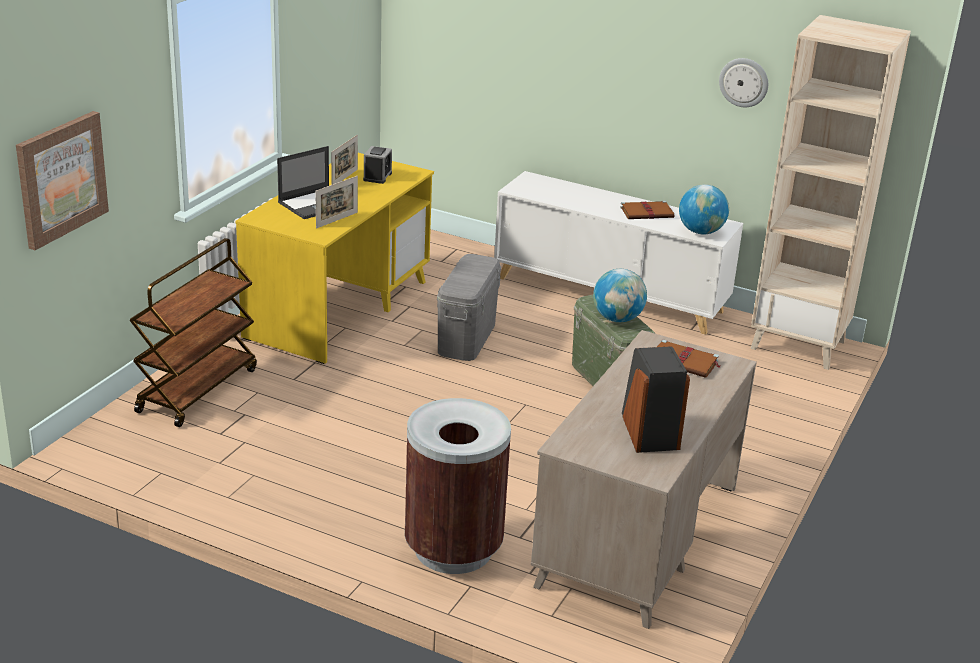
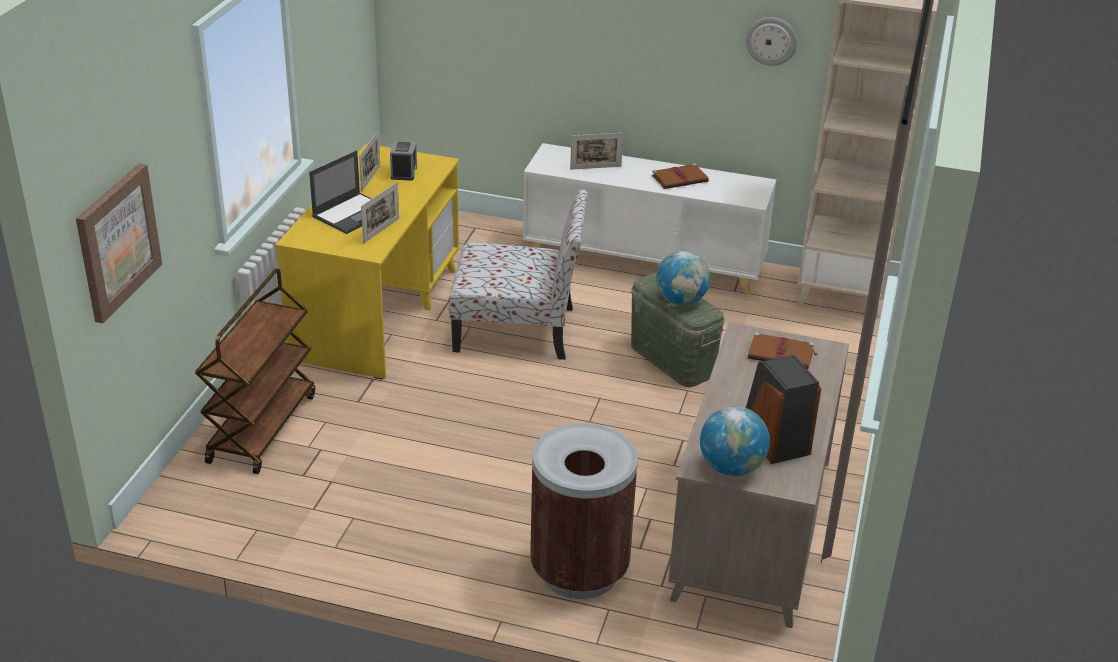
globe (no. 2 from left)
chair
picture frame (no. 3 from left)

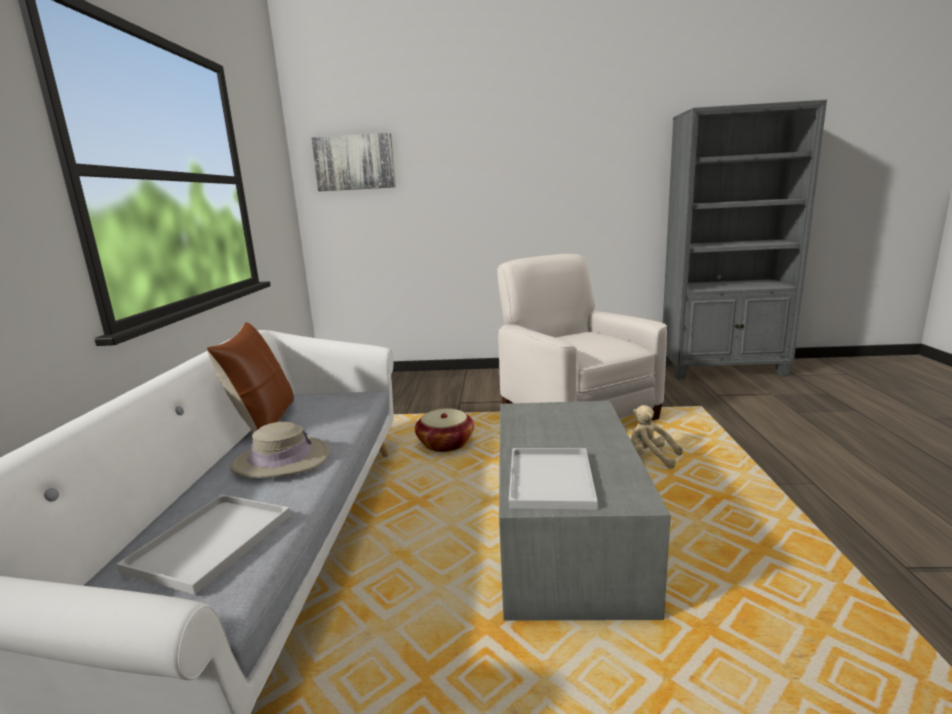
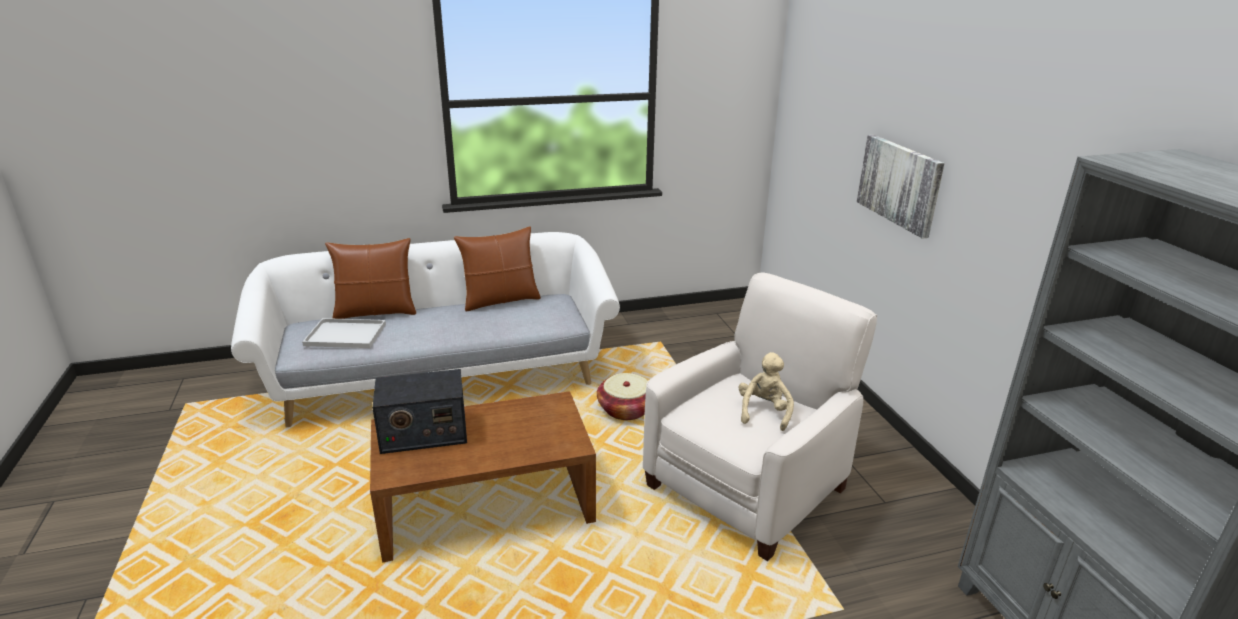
picture
coffee table in brown
plush toy in beige
hat in beige
radio
pillow in brown (no. 1 from left)

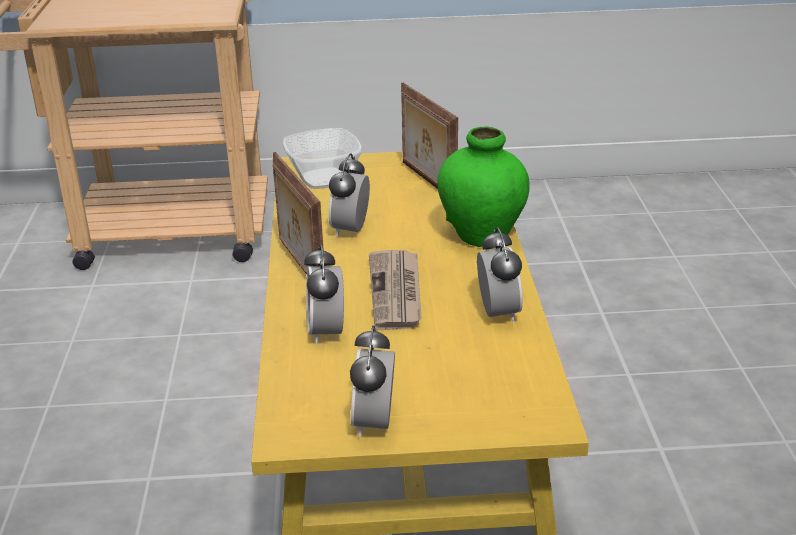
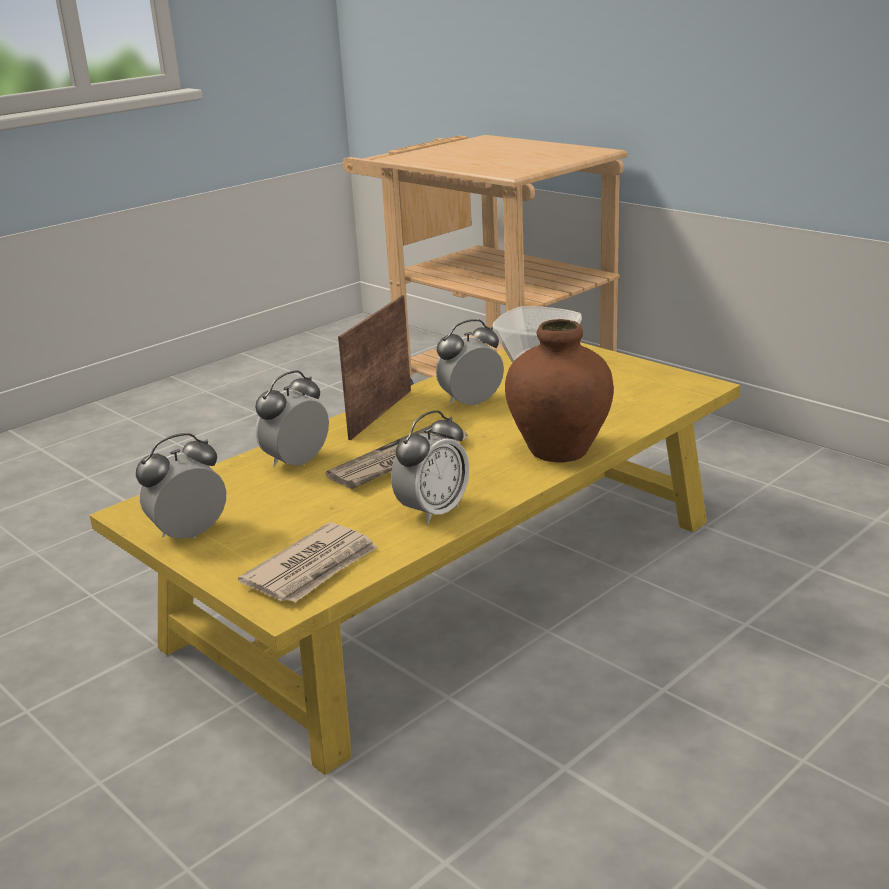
picture frame (no. 2 from left in the first image)
vase in brown
newspaper (no. 1 from left)

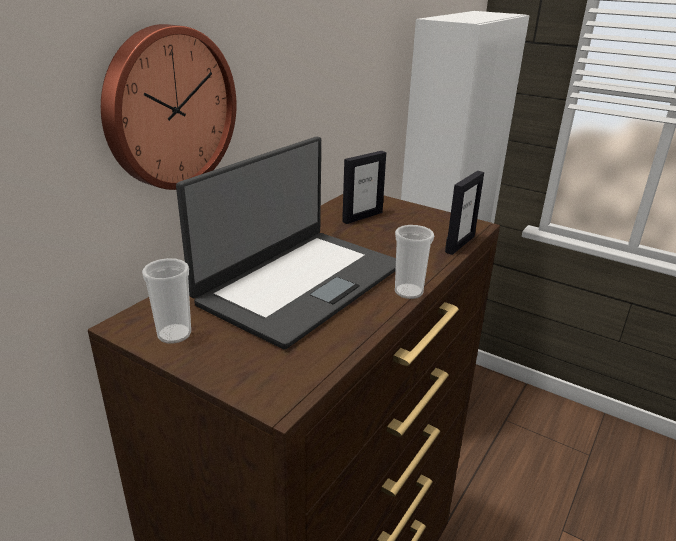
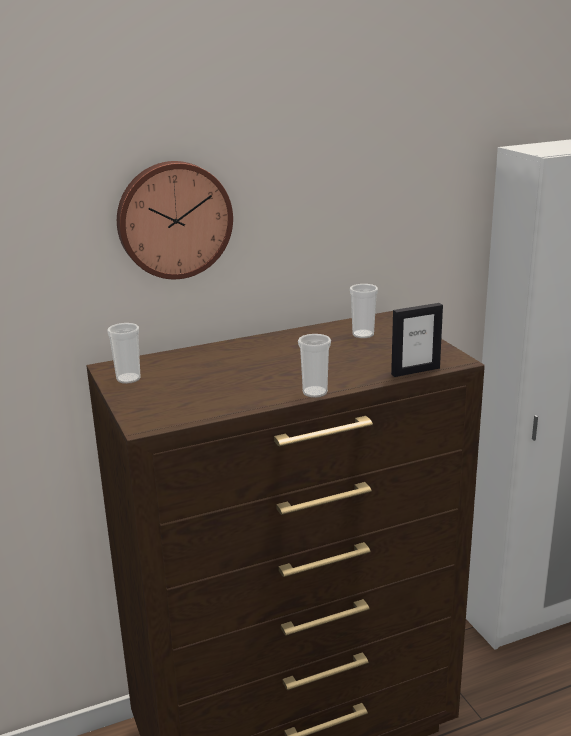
laptop
cup (no. 3 from left)

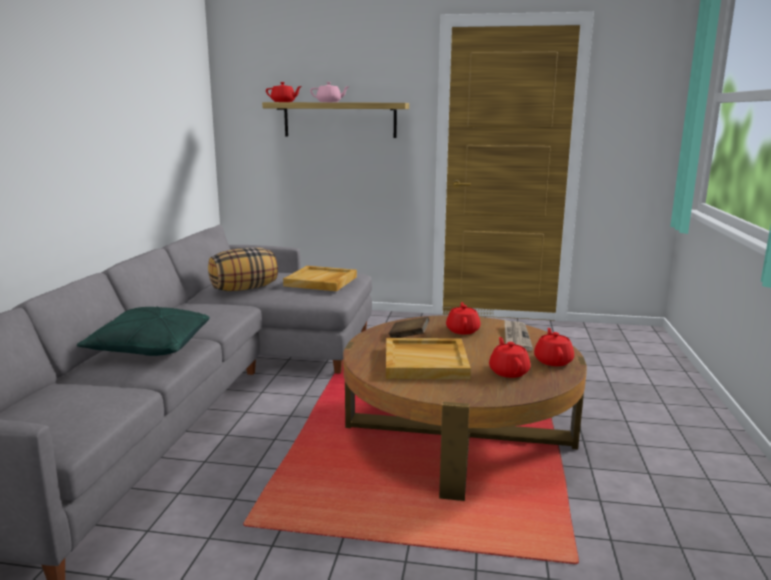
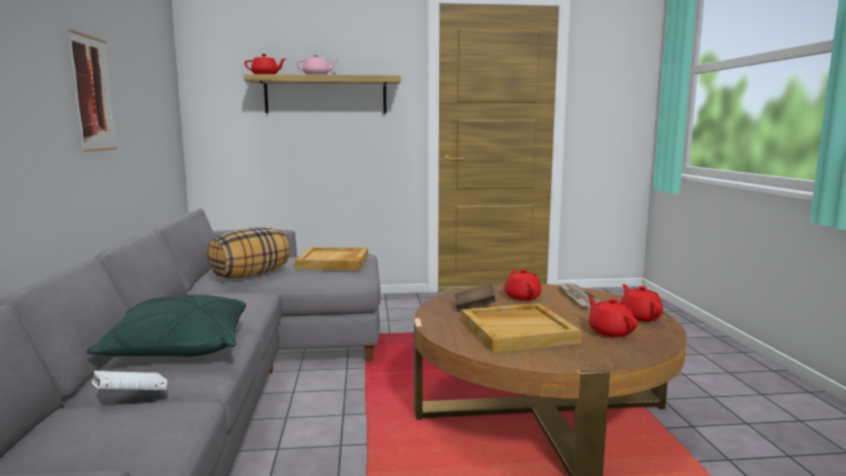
picture
book in white

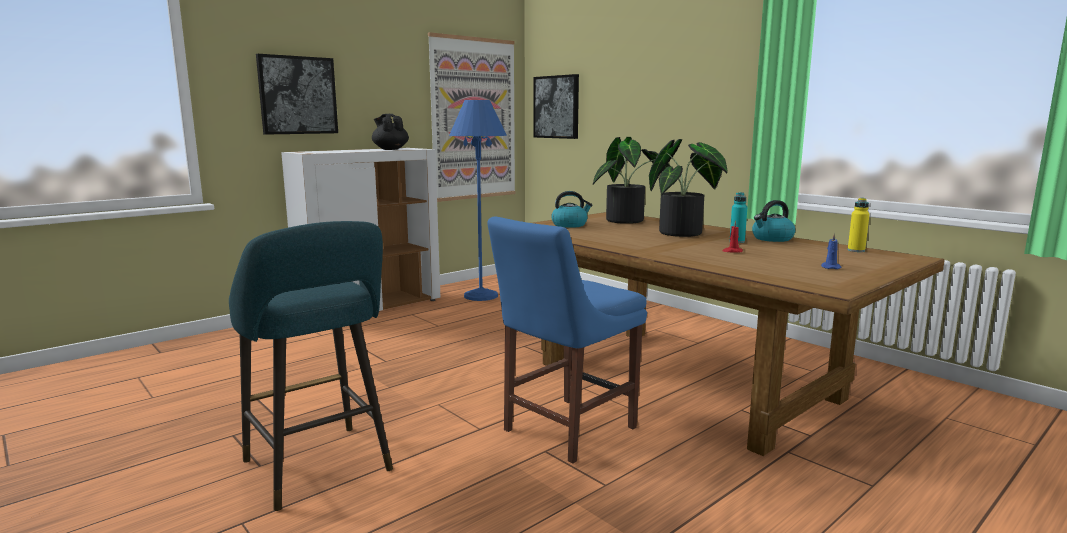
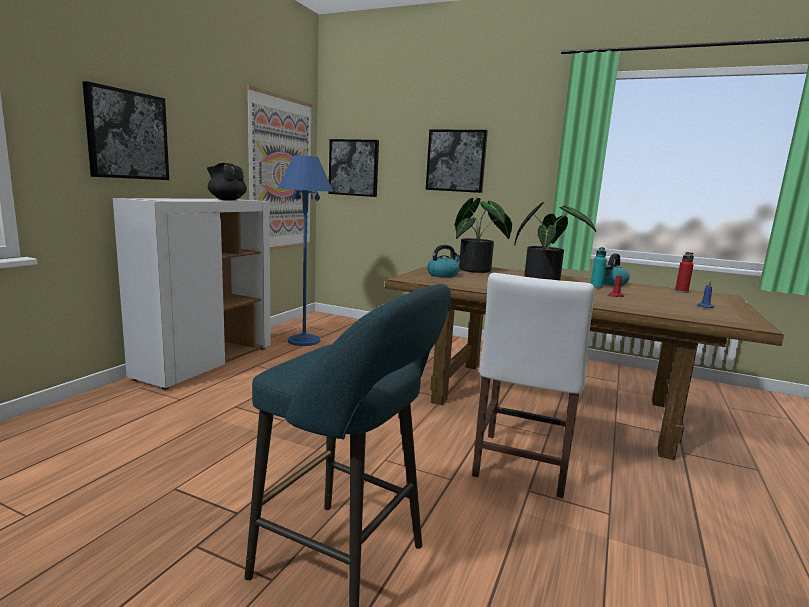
bottle in red
chair in white
picture (no. 4 from left)

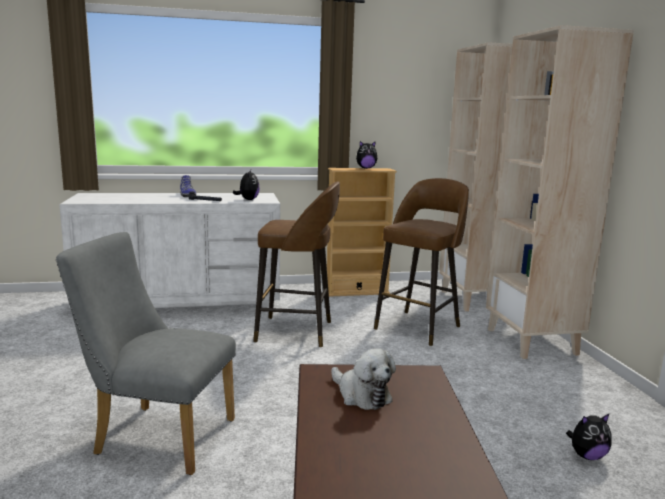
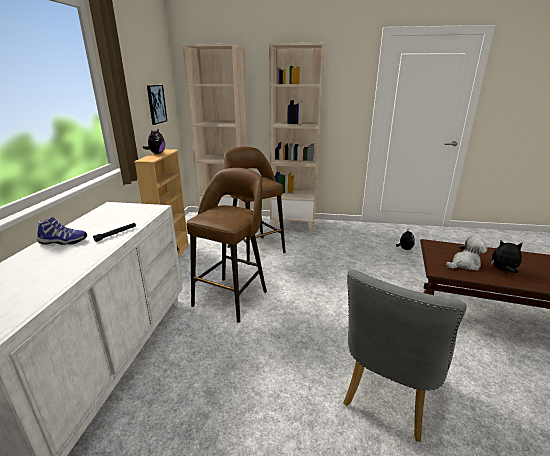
plush toy (no. 4 from left)
picture

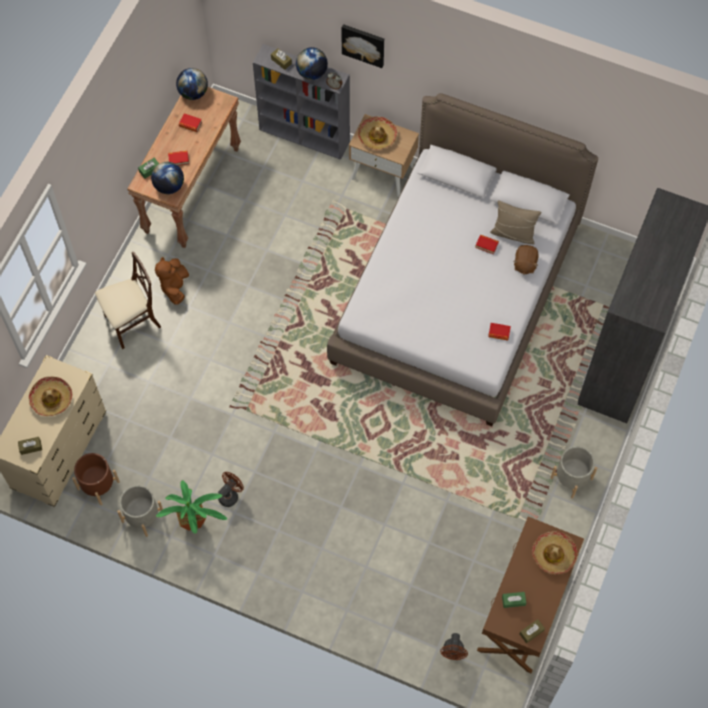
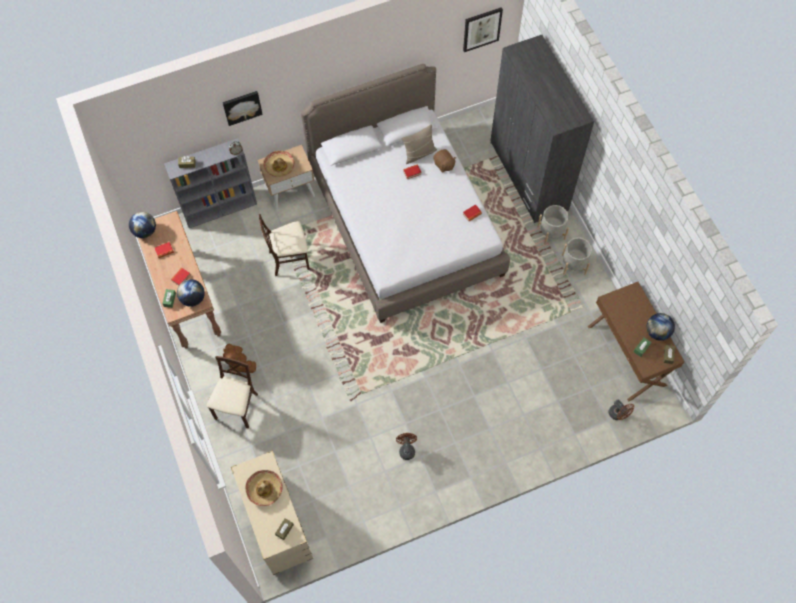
globe (no. 3 from left)
planter in brown
potted plant
planter in grey (no. 1 from left)
hat (no. 3 from left in the first image)
picture (no. 2 from left)
chair in beige (no. 2 from left)

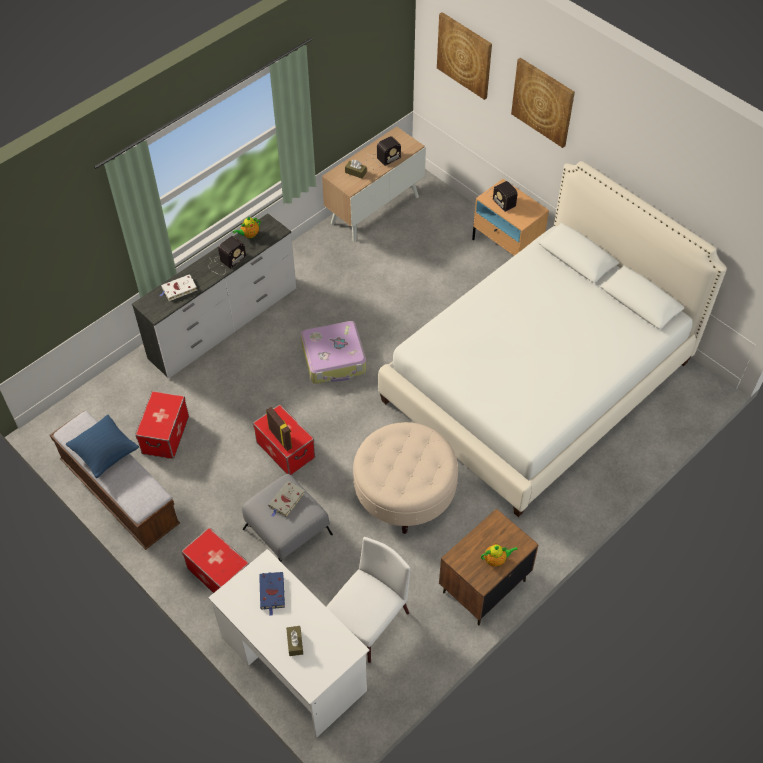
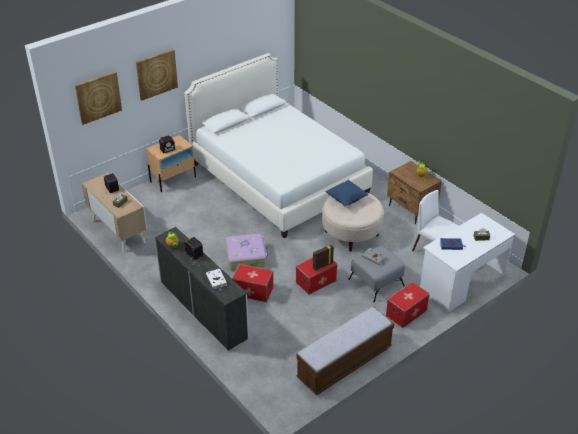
storage box (no. 1 from left)
pillow in blue

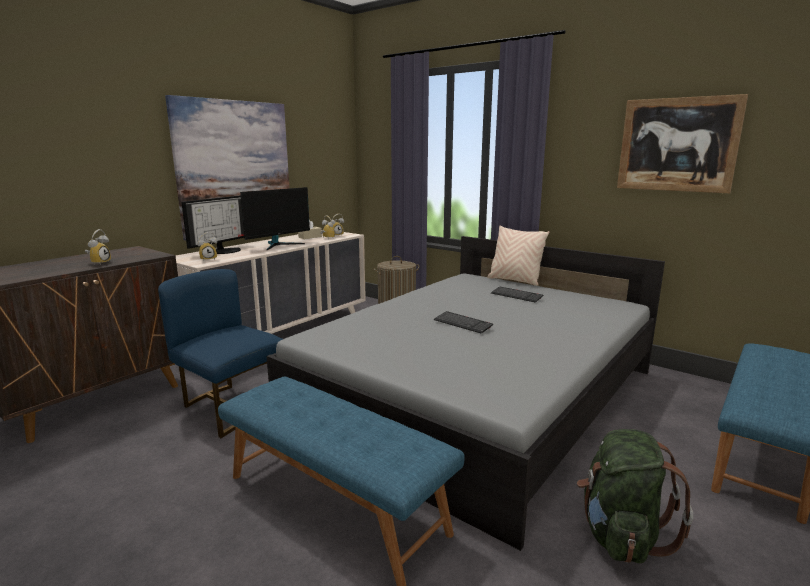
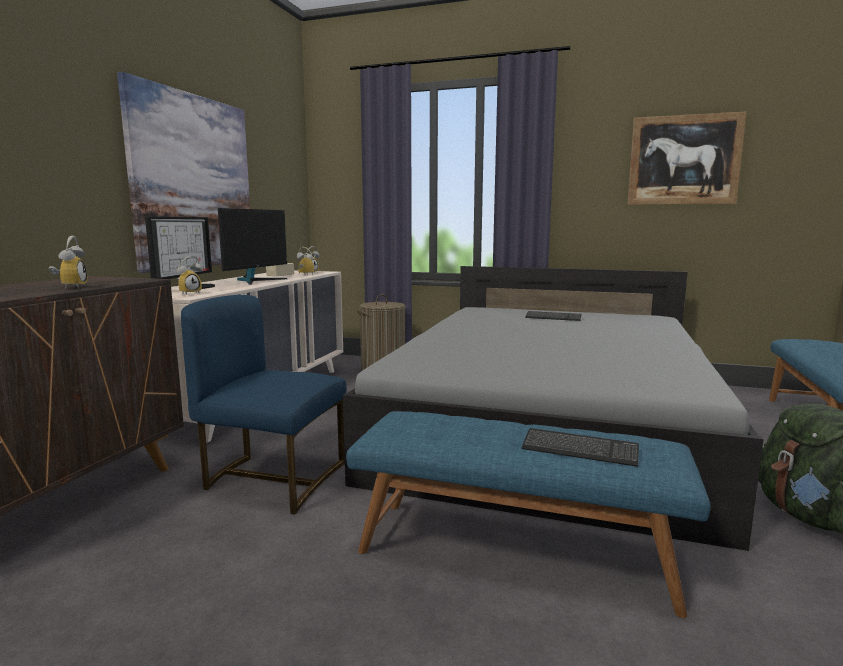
pillow in beige
keyboard (no. 2 from left)

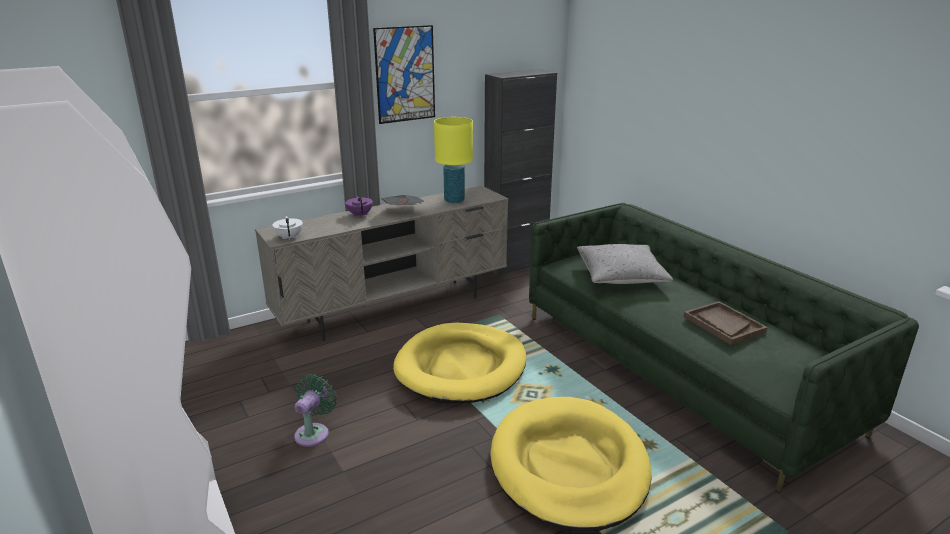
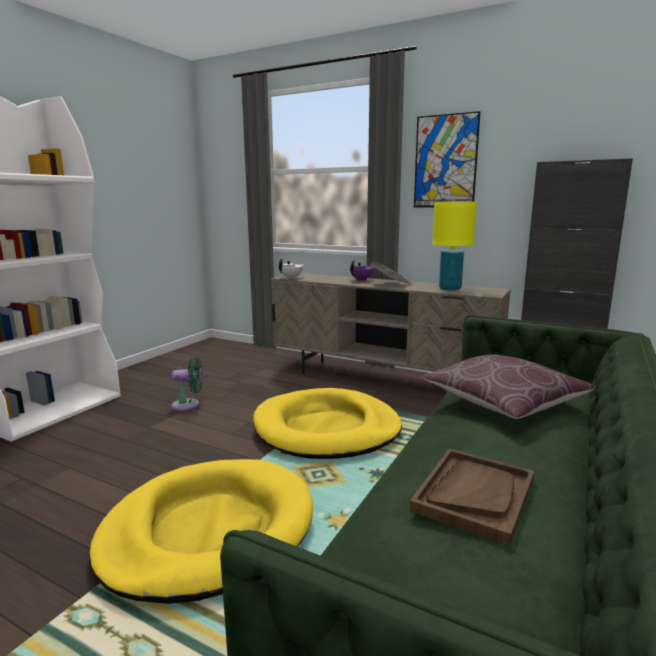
pillow in brown

